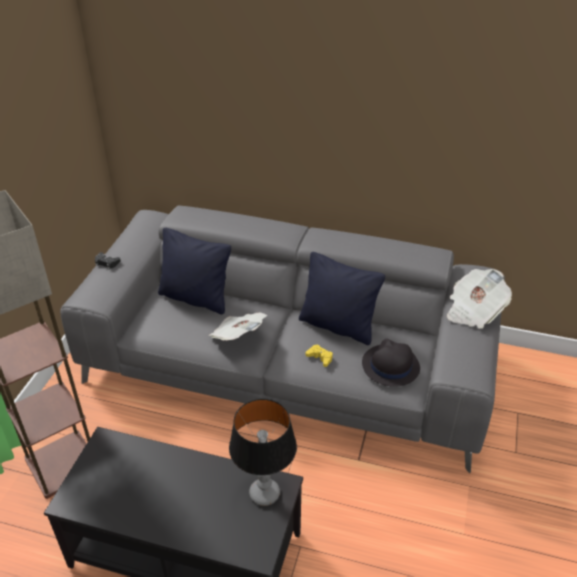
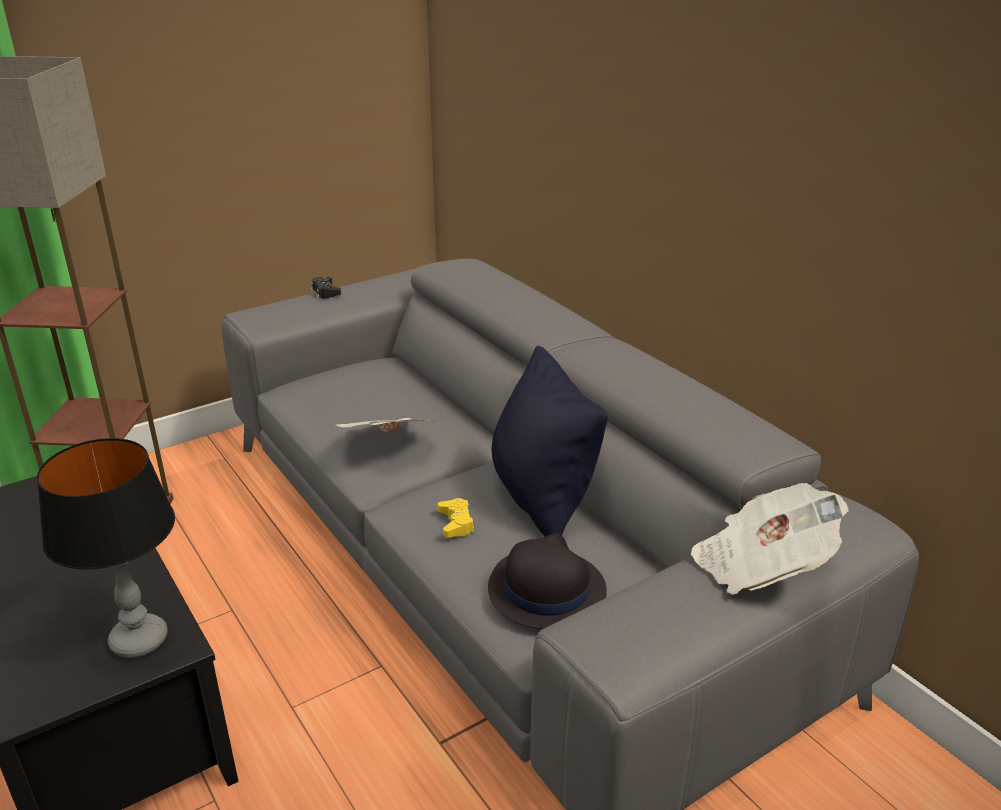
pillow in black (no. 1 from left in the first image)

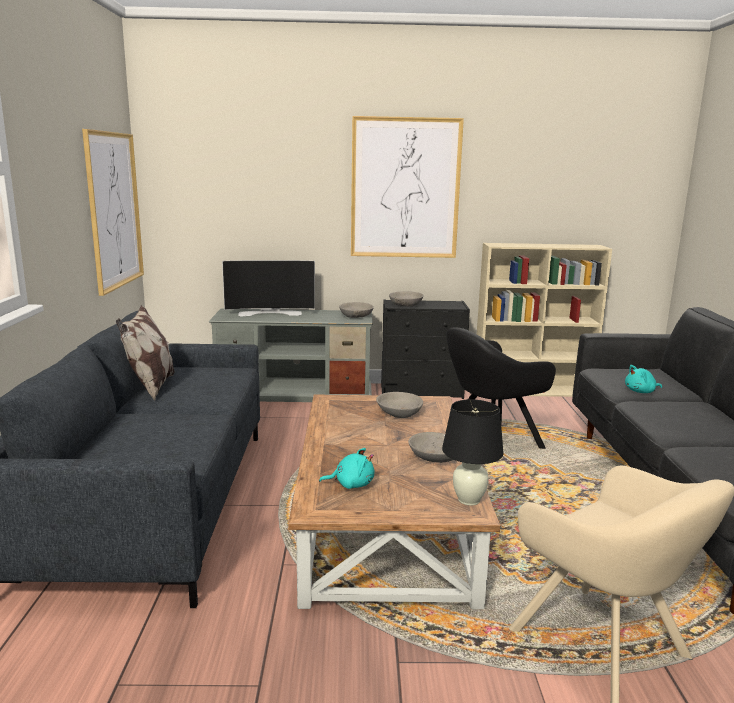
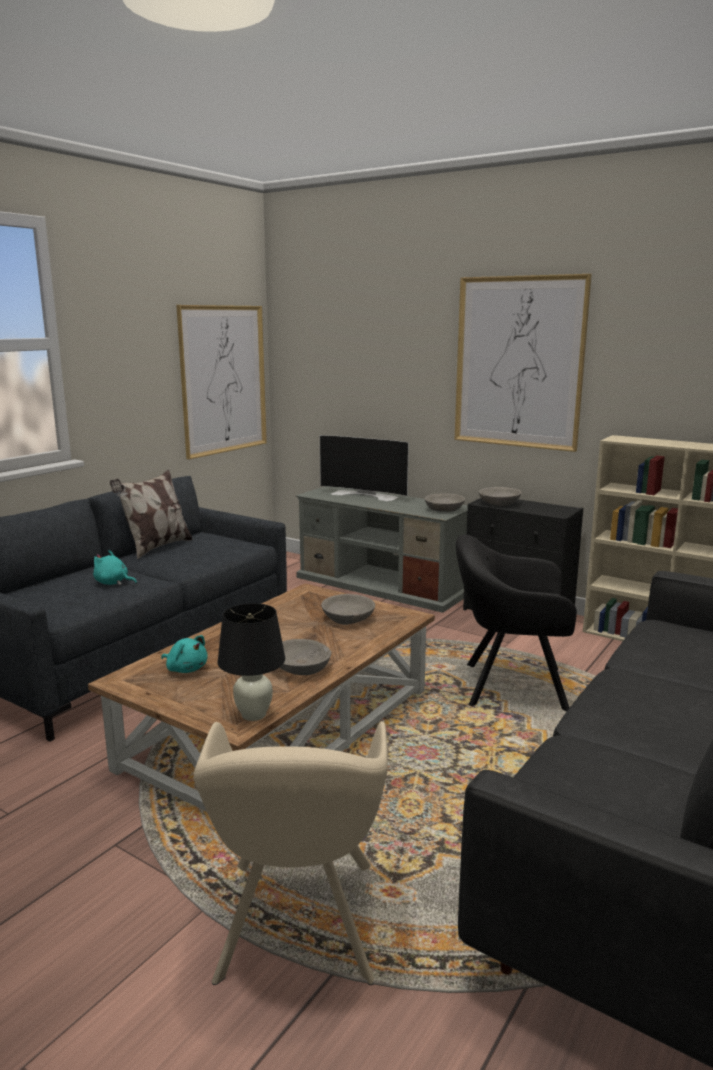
plush toy in turquoise (no. 1 from left)

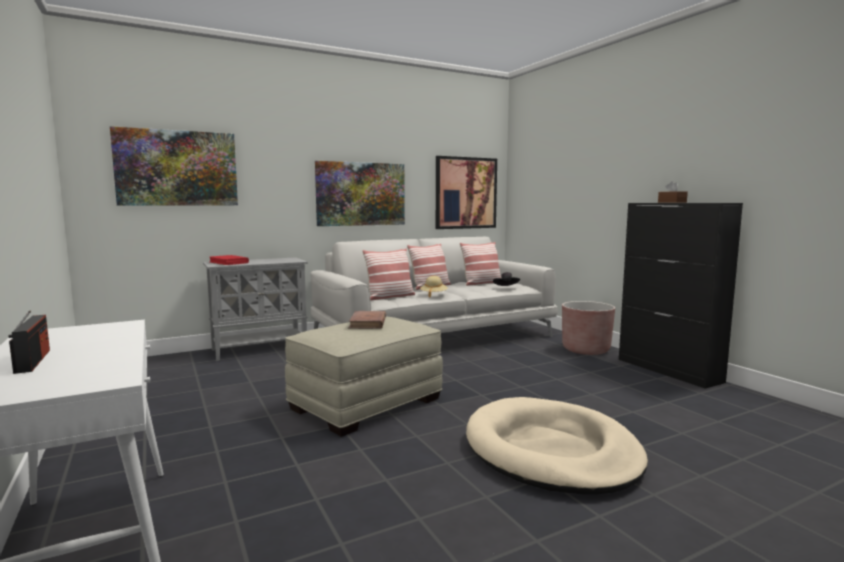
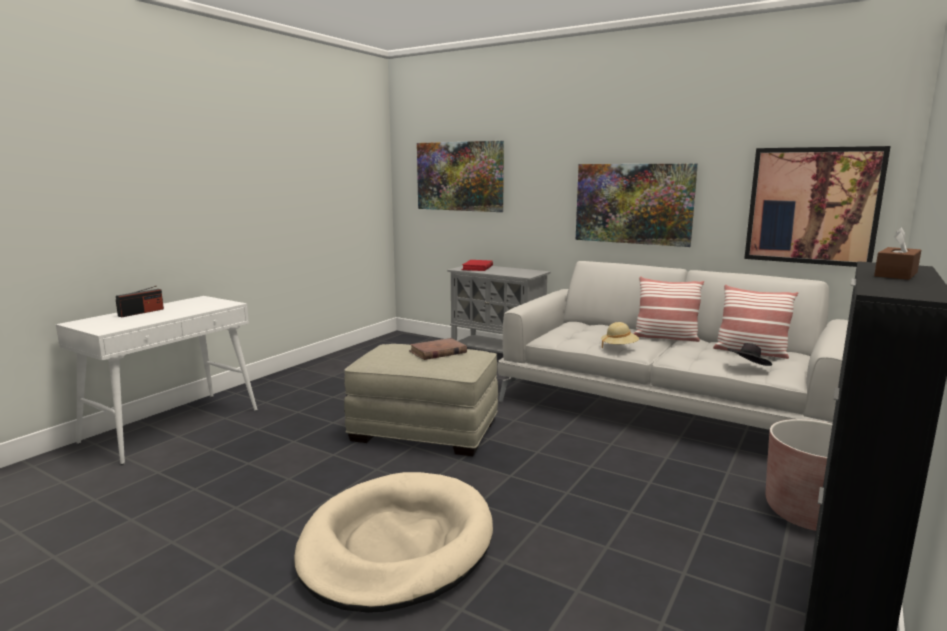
pillow (no. 1 from left in the first image)

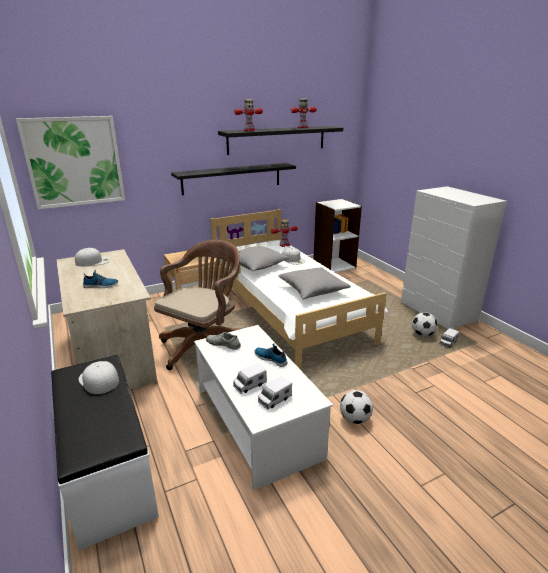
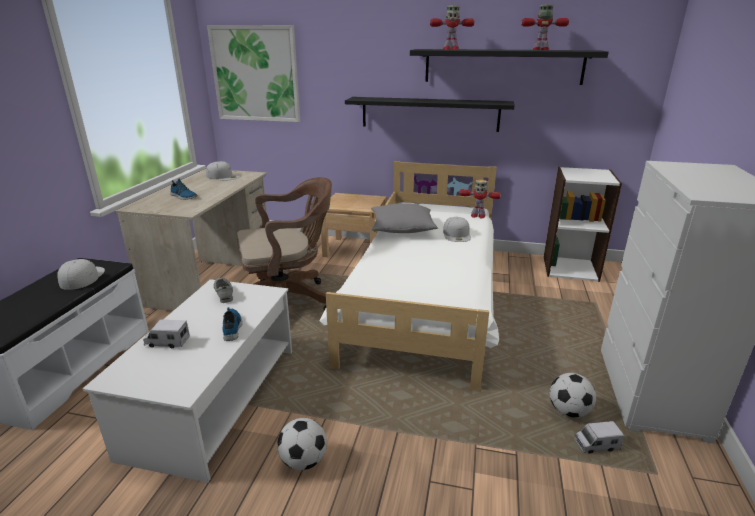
pillow in grey (no. 2 from left in the first image)
toy truck (no. 2 from left in the first image)

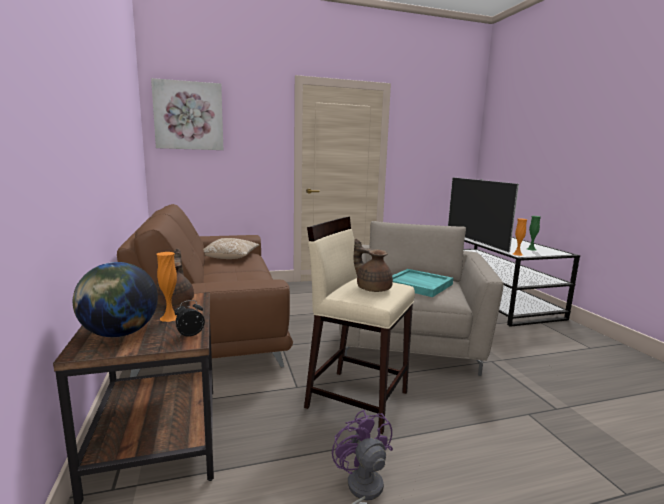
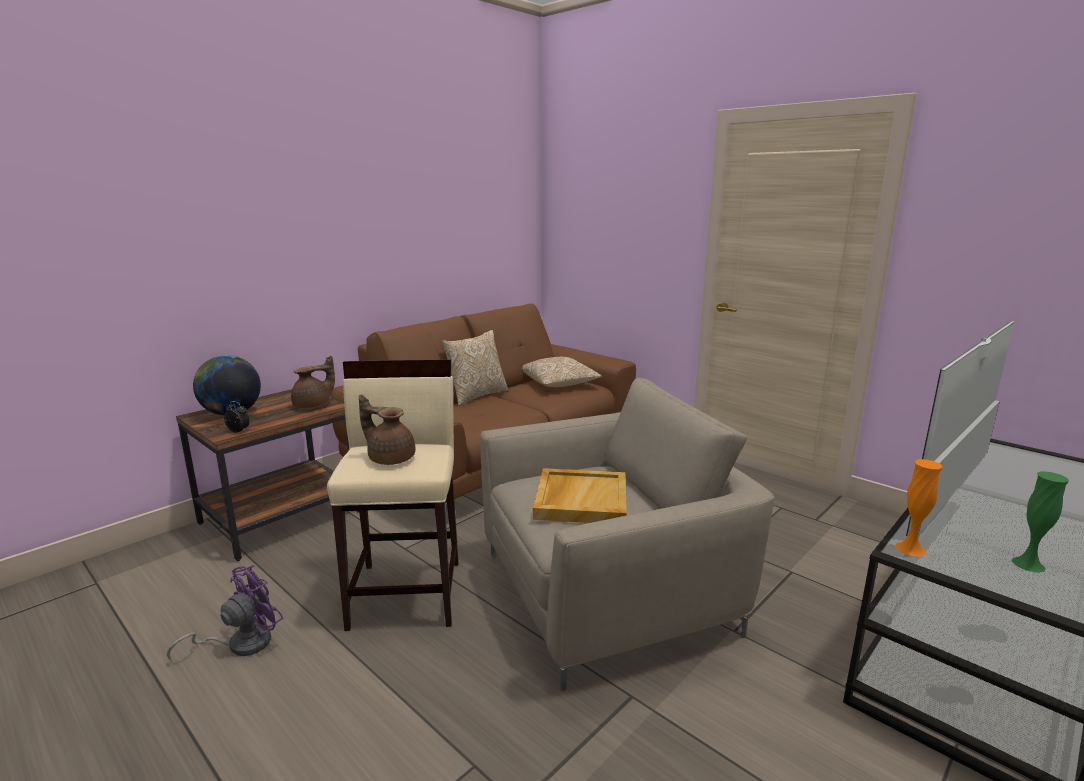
picture
teapot in brown (no. 2 from left)
vase in orange (no. 1 from left in the first image)
tray in beige
pillow (no. 1 from left)

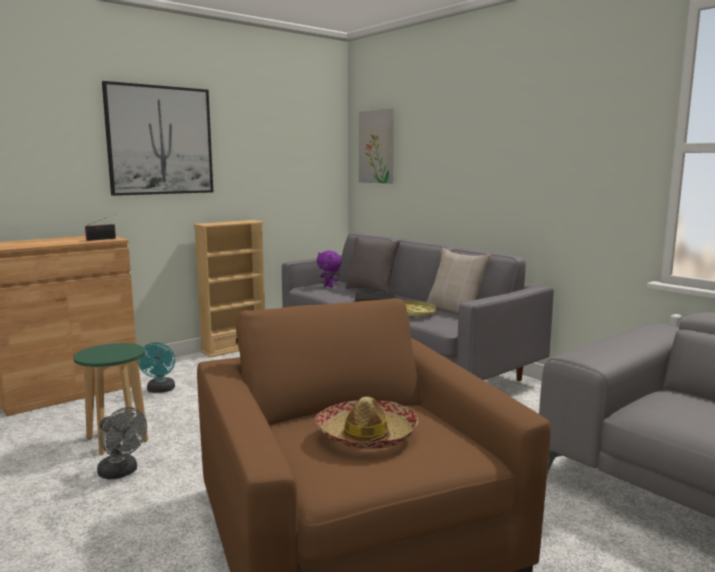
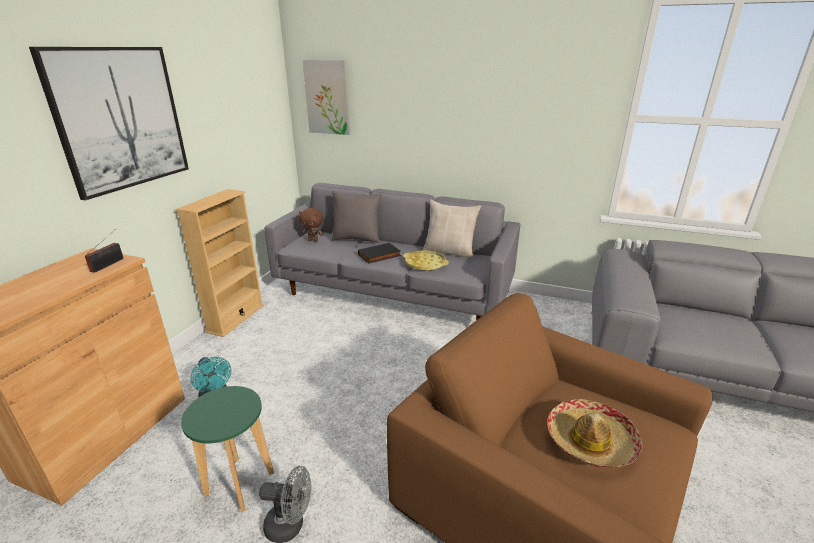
plush toy in brown

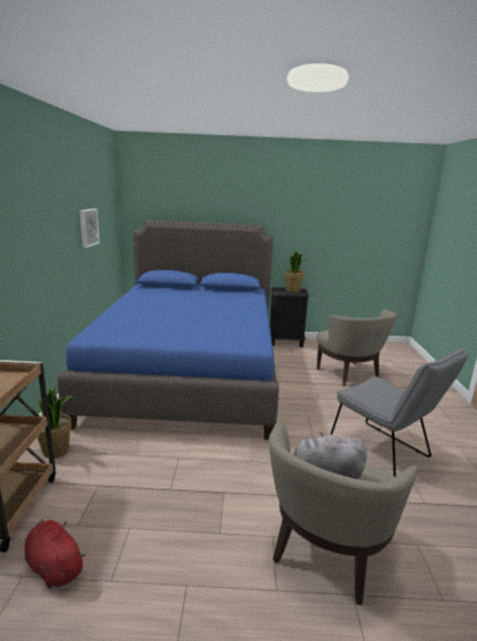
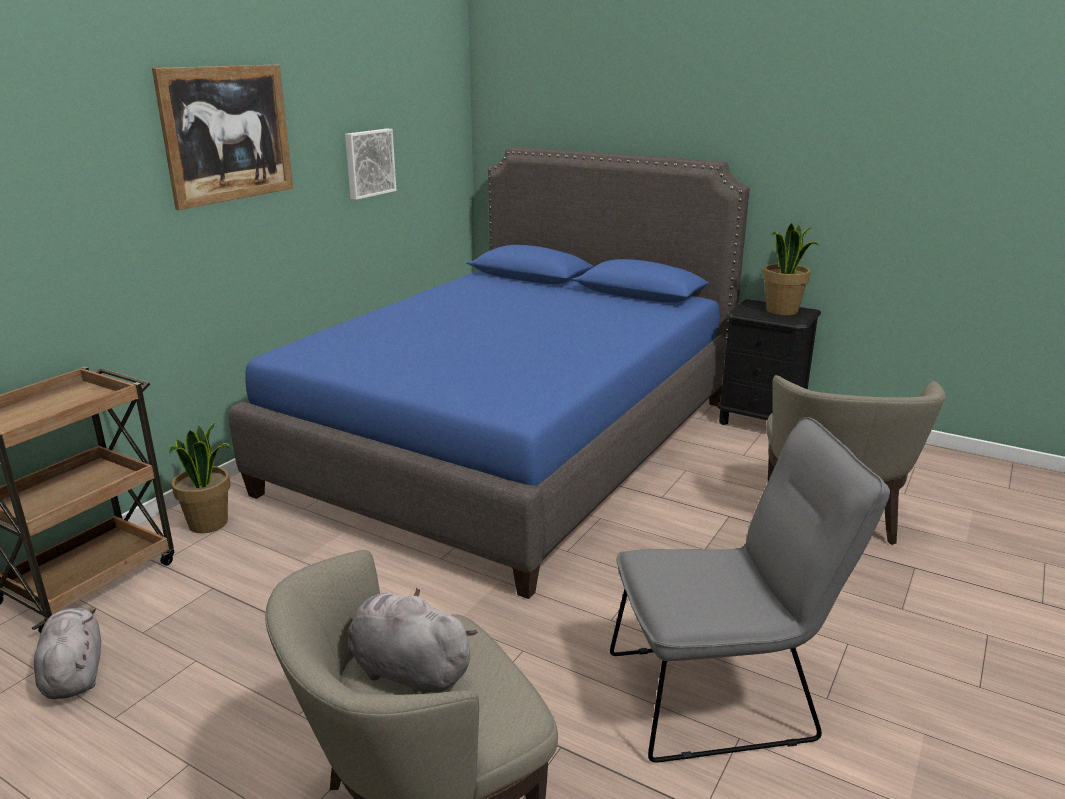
chair in grey
plush toy in grey (no. 1 from left)
picture (no. 1 from left)

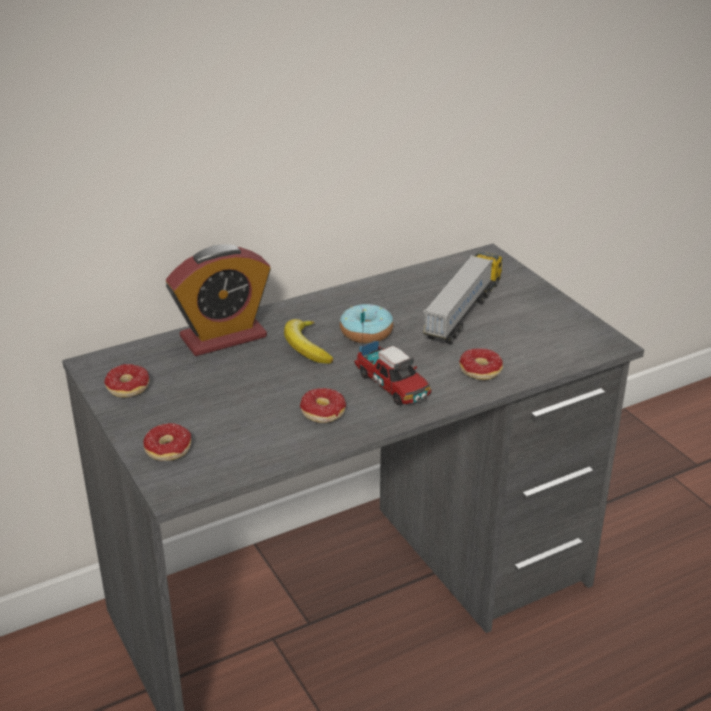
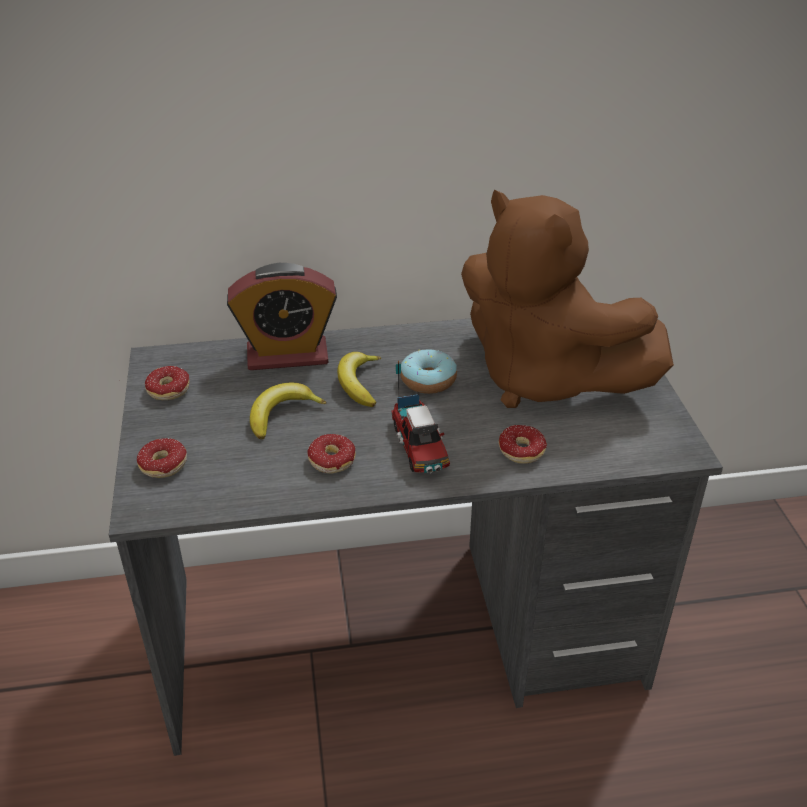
plush toy in brown
banana (no. 1 from left)

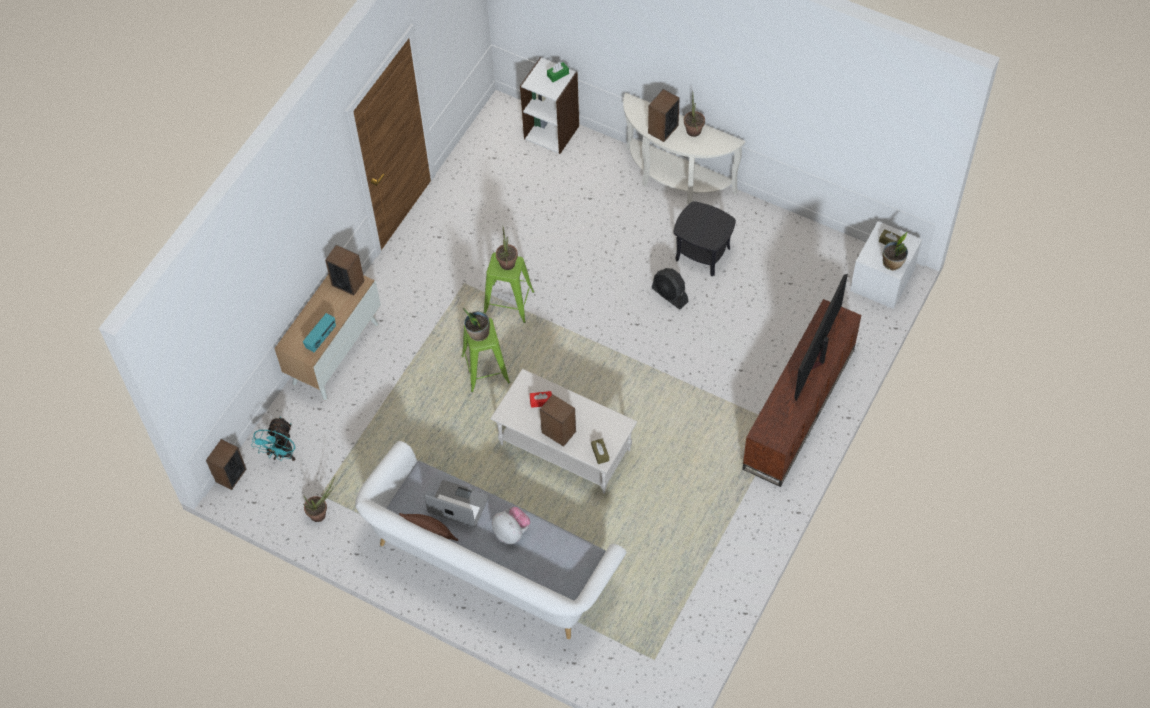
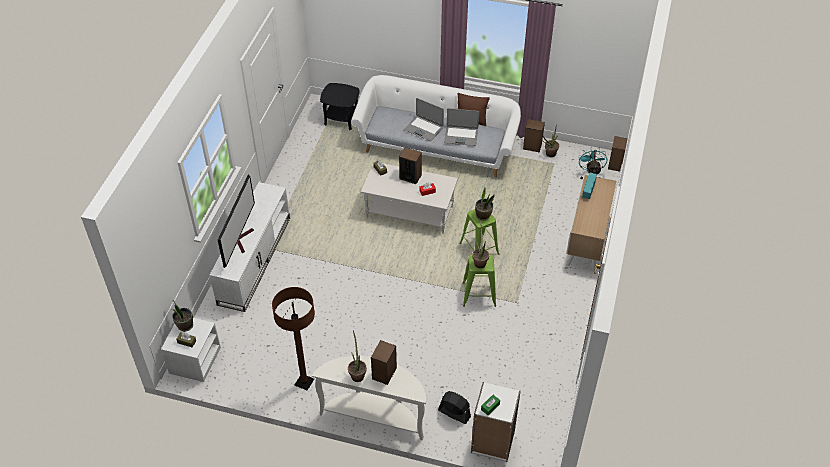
side table in black
speaker (no. 3 from left)
fan in black
tv stand in white
laptop (no. 1 from left)
floor lamp in brown

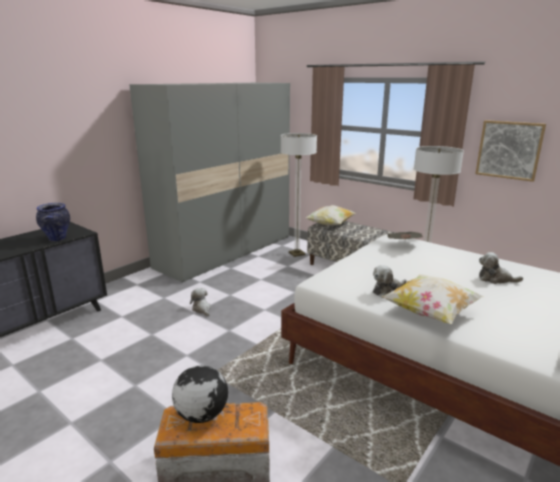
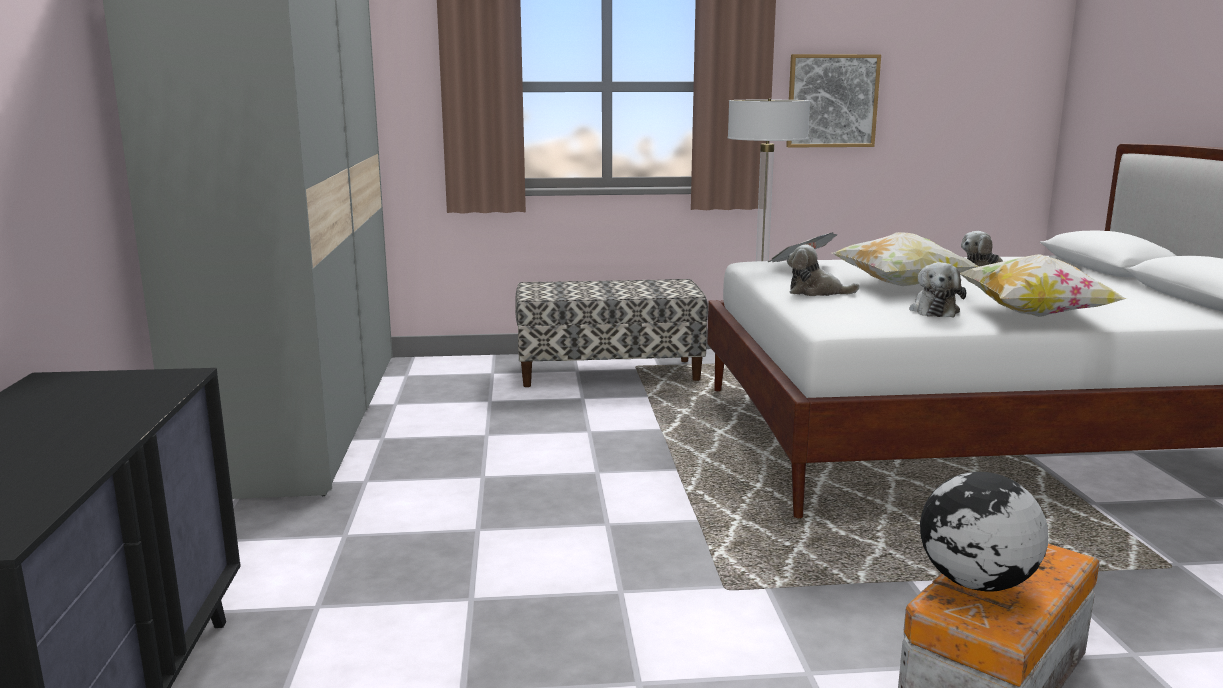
floor lamp (no. 1 from left in the first image)
vase
pillow (no. 1 from left)
plush toy (no. 1 from left)

